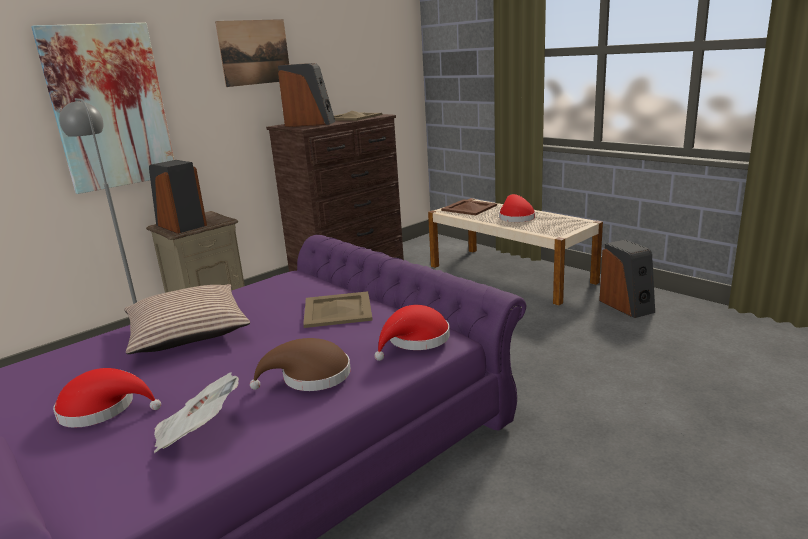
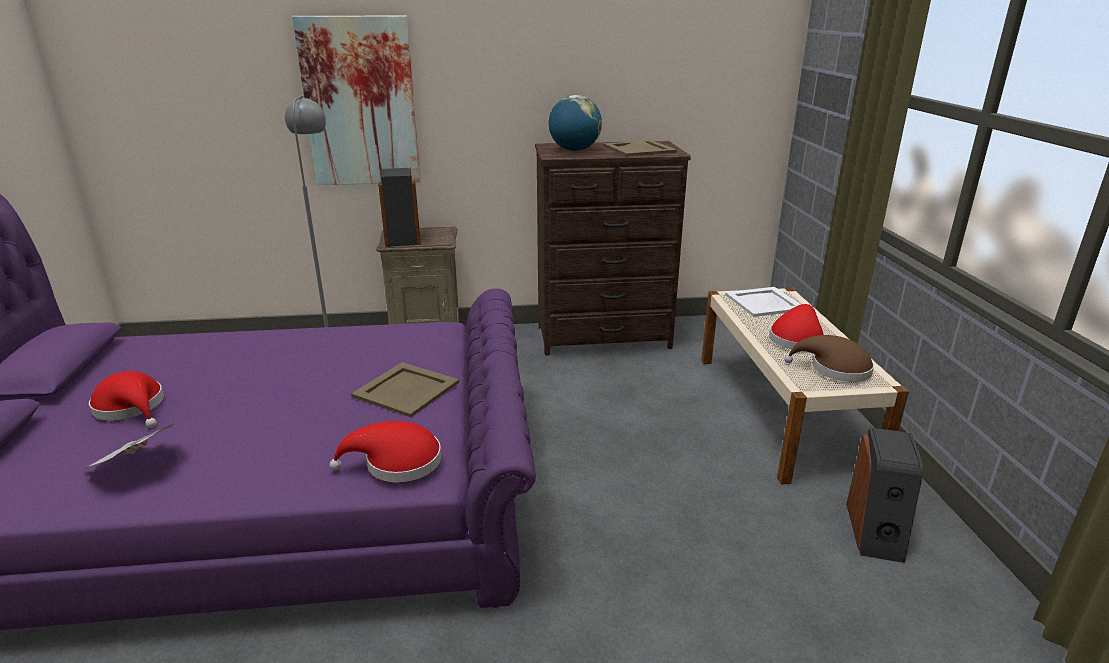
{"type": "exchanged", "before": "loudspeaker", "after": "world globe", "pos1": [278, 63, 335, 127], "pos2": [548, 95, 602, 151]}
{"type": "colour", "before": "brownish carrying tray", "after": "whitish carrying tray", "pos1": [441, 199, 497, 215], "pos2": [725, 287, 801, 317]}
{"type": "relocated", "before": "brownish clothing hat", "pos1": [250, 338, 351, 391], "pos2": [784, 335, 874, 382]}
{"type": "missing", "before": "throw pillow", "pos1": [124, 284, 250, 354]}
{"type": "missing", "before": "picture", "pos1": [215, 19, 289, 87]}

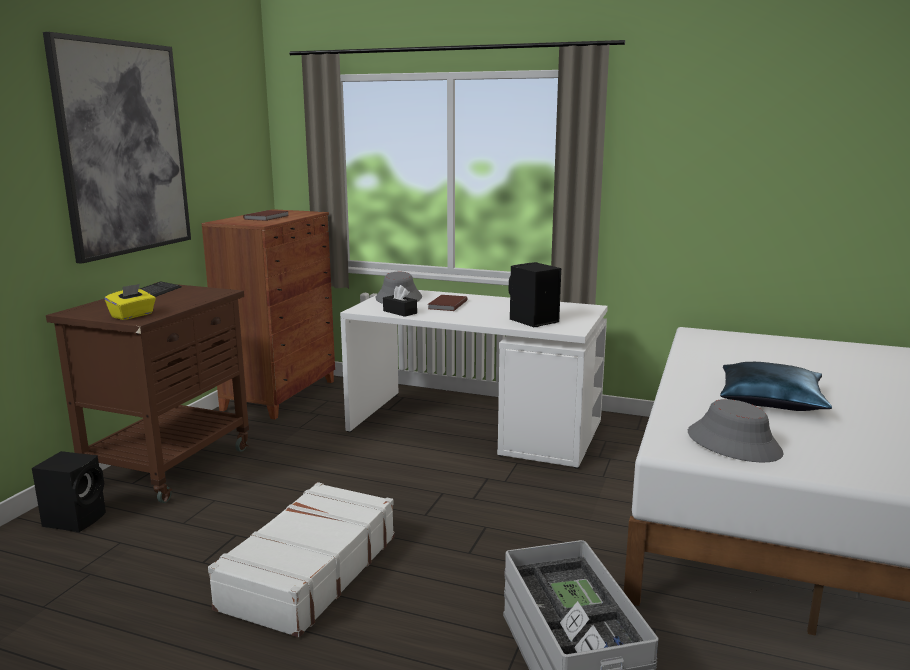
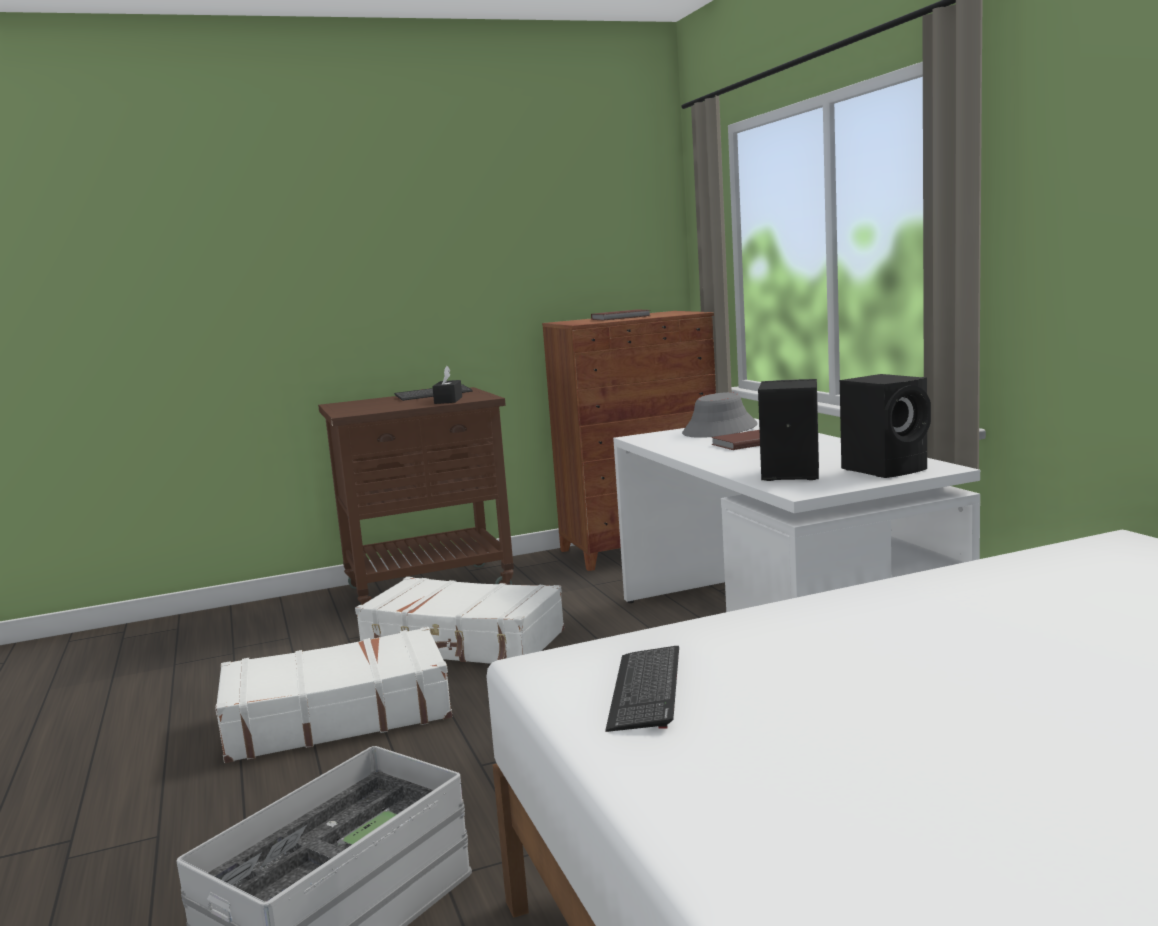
{"type": "appeared", "after": "whitish piece of luggage", "pos2": [355, 577, 565, 664]}
{"type": "relocated", "before": "black-coloured tissue holder", "pos1": [383, 285, 417, 317], "pos2": [432, 366, 462, 404]}
{"type": "exchanged", "before": "gray clothing hat", "after": "keyboard", "pos1": [688, 399, 784, 463], "pos2": [605, 646, 679, 732]}
{"type": "relocated", "before": "black-coloured loudspeaker", "pos1": [32, 451, 106, 532], "pos2": [840, 374, 931, 478]}
{"type": "missing", "before": "picture", "pos1": [43, 32, 191, 264]}
{"type": "missing", "before": "yellowish tissue holder", "pos1": [104, 284, 156, 320]}
{"type": "missing", "before": "bluish throw pillow", "pos1": [720, 362, 832, 411]}

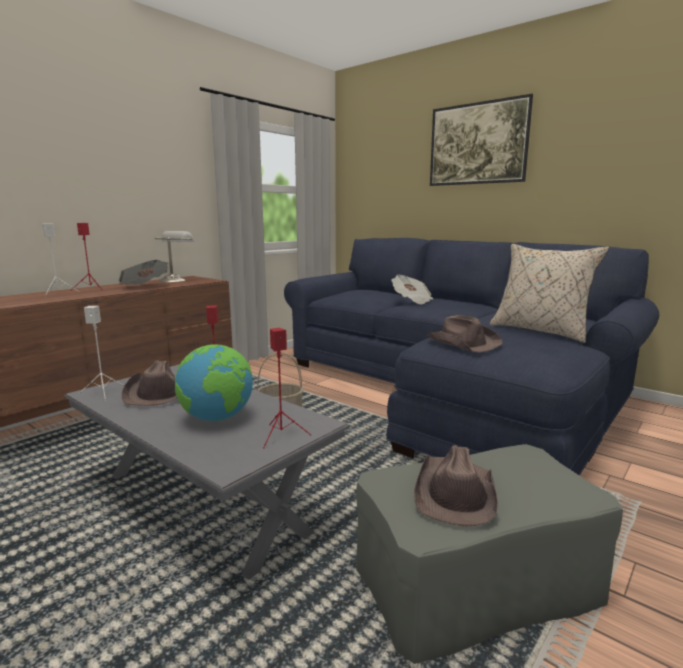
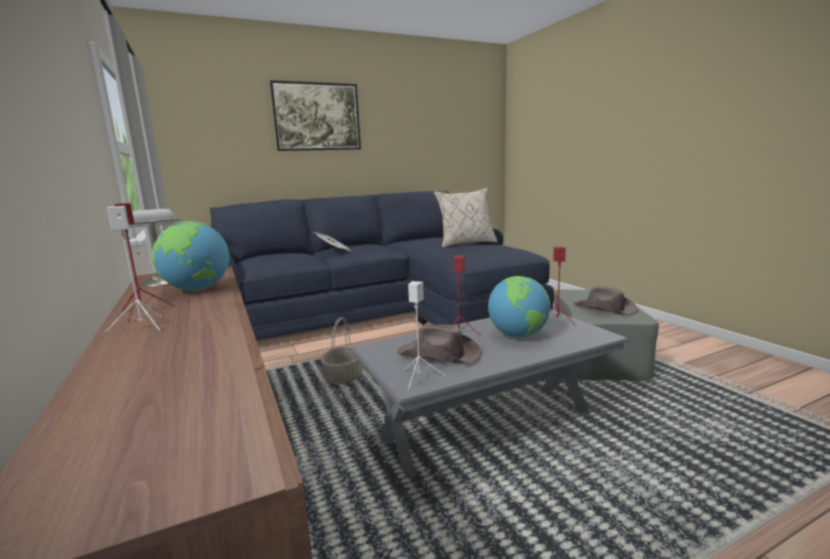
{"type": "exchanged", "before": "printed paper", "after": "world globe", "pos1": [119, 260, 168, 285], "pos2": [152, 221, 229, 291]}
{"type": "missing", "before": "brownish clothing hat", "pos1": [426, 315, 503, 353]}

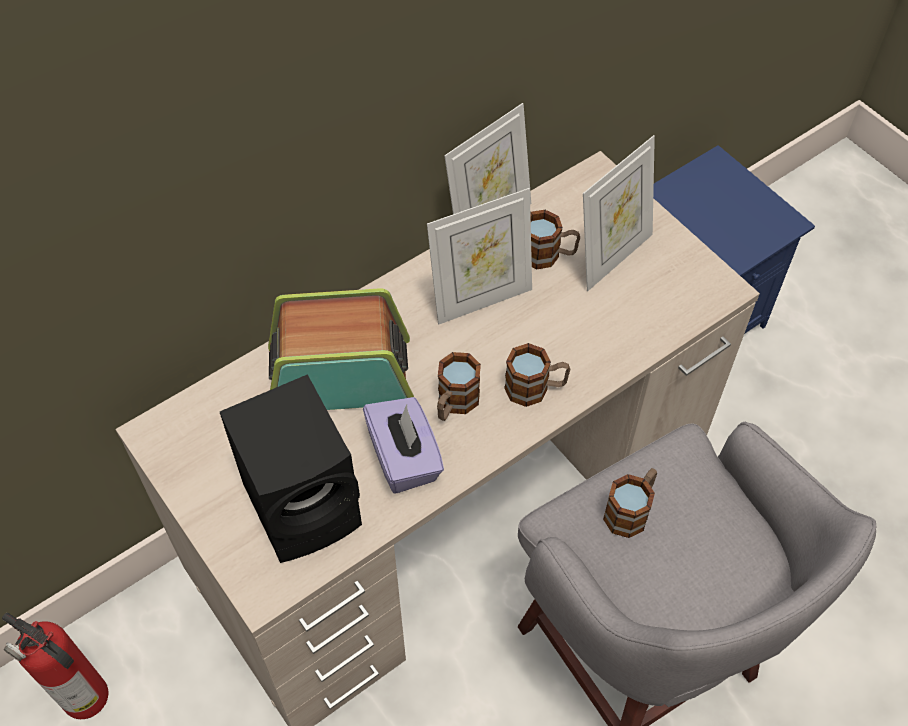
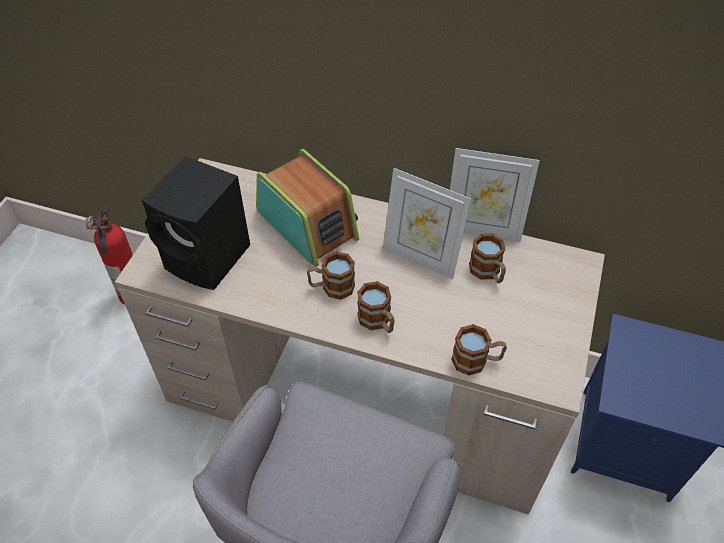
{"type": "relocated", "before": "tea mug", "pos1": [603, 468, 657, 538], "pos2": [452, 324, 507, 375]}
{"type": "missing", "before": "purple-coloured tissue holder", "pos1": [363, 397, 444, 494]}
{"type": "missing", "before": "photo frame", "pos1": [583, 135, 655, 291]}

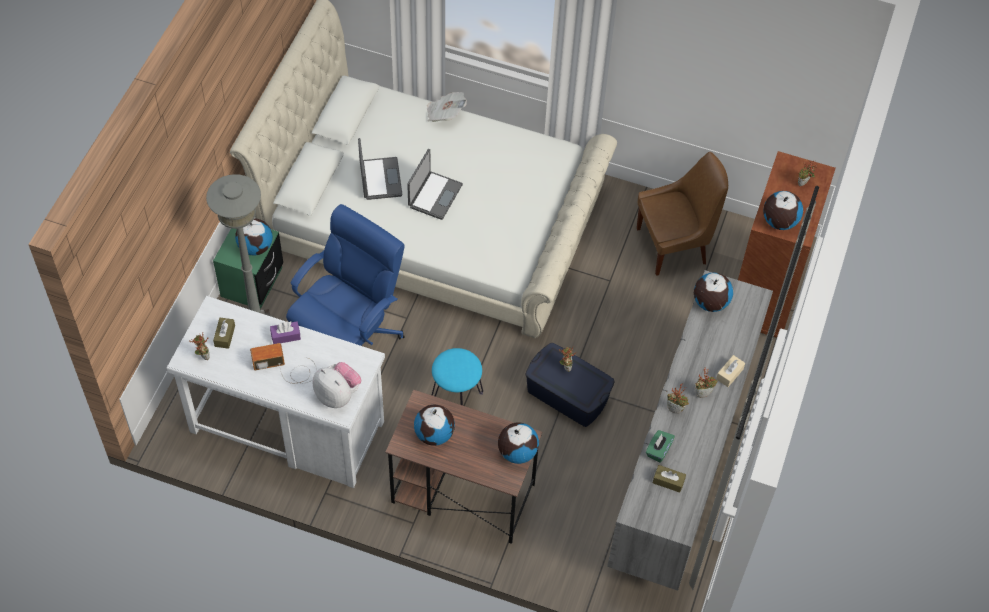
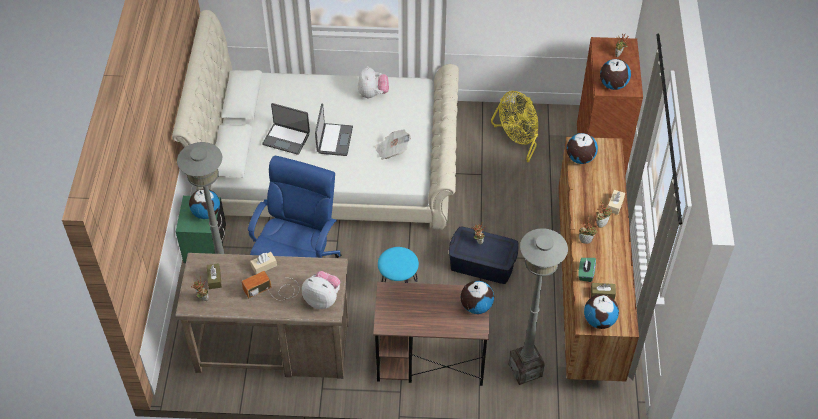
{"type": "colour", "before": "whitish desk table", "after": "brownish desk table", "pos1": [167, 296, 385, 488], "pos2": [175, 253, 349, 379]}
{"type": "colour", "before": "purple-coloured tissue holder", "after": "beige tissue holder", "pos1": [270, 321, 301, 344], "pos2": [250, 252, 277, 274]}
{"type": "spun", "before": "laptop", "pos1": [358, 138, 402, 200], "pos2": [262, 103, 310, 155], "turn": 135}
{"type": "appeared", "after": "soft toy", "pos2": [358, 66, 389, 99]}
{"type": "relocated", "before": "printed paper", "pos1": [427, 92, 467, 122], "pos2": [375, 129, 411, 160]}
{"type": "exchanged", "before": "brownish upright chair", "after": "yellowish electric fan", "pos1": [637, 152, 728, 276], "pos2": [491, 91, 538, 163]}
{"type": "appeared", "after": "gray standard lamp", "pos2": [508, 228, 568, 385]}
{"type": "colour", "before": "gray cupboard", "after": "brownish cupboard", "pos1": [607, 270, 773, 591], "pos2": [559, 137, 639, 381]}
{"type": "relocated", "before": "world globe", "pos1": [414, 405, 455, 446], "pos2": [584, 294, 619, 329]}

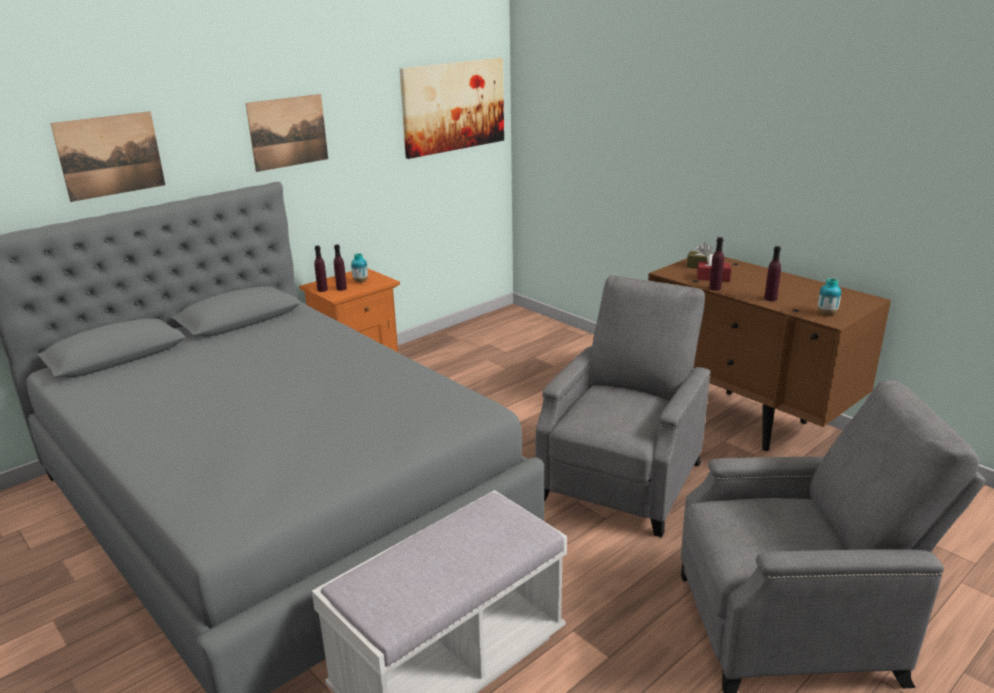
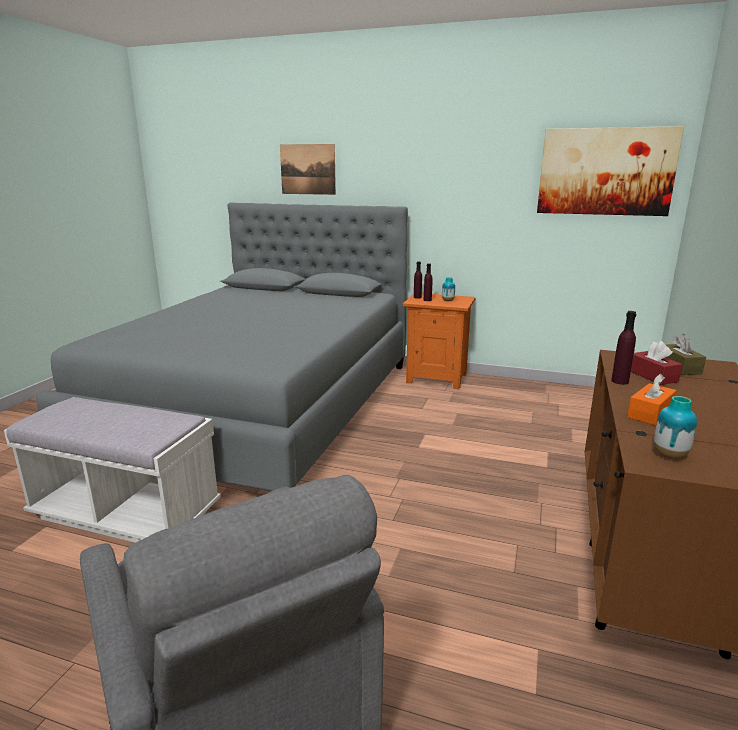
{"type": "exchanged", "before": "purple-coloured drink bottle", "after": "orange tissue holder", "pos1": [764, 246, 781, 301], "pos2": [627, 374, 677, 425]}
{"type": "missing", "before": "picture", "pos1": [246, 94, 328, 172]}
{"type": "missing", "before": "gray armchair", "pos1": [535, 275, 711, 537]}

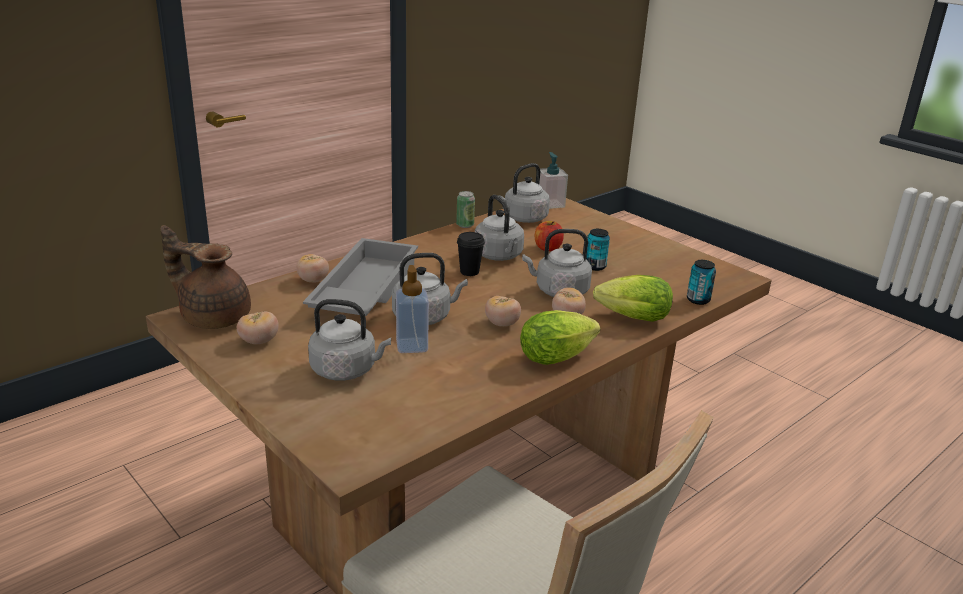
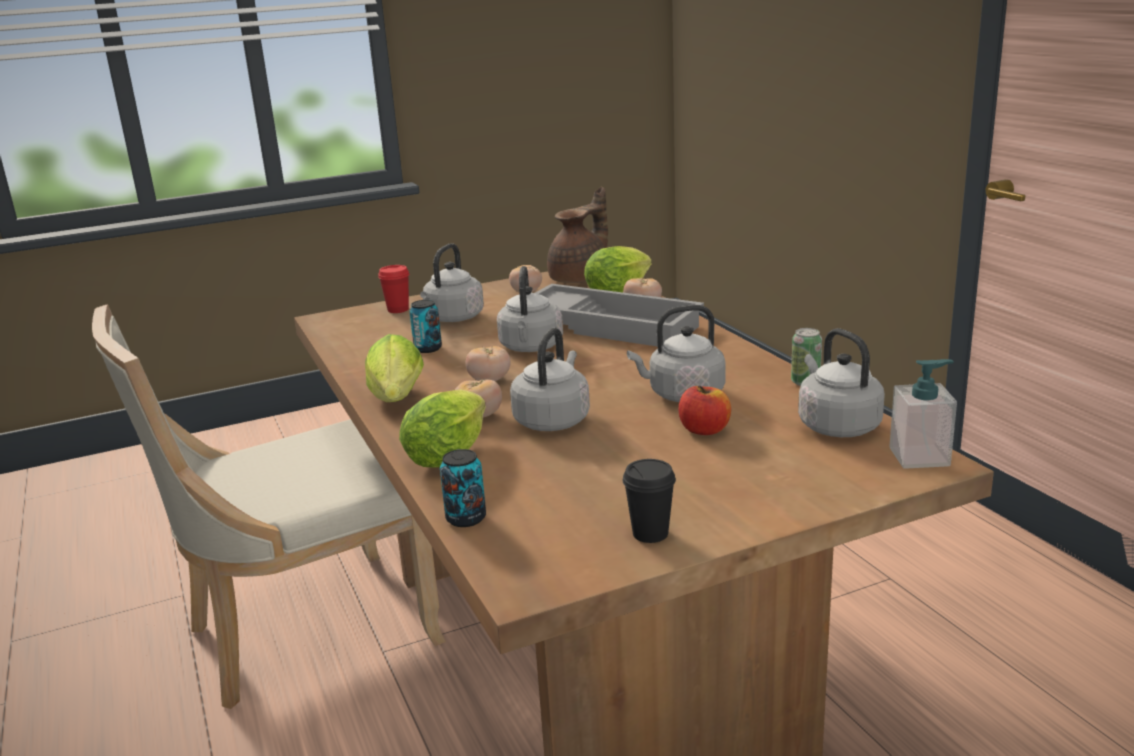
{"type": "appeared", "after": "red small cup", "pos2": [378, 265, 409, 313]}
{"type": "relocated", "before": "can", "pos1": [586, 229, 610, 271], "pos2": [409, 300, 442, 353]}
{"type": "appeared", "after": "lettuce", "pos2": [584, 246, 652, 292]}
{"type": "relocated", "before": "black-coloured small cup", "pos1": [457, 232, 485, 276], "pos2": [623, 459, 676, 543]}
{"type": "missing", "before": "soap bottle", "pos1": [396, 265, 429, 353]}

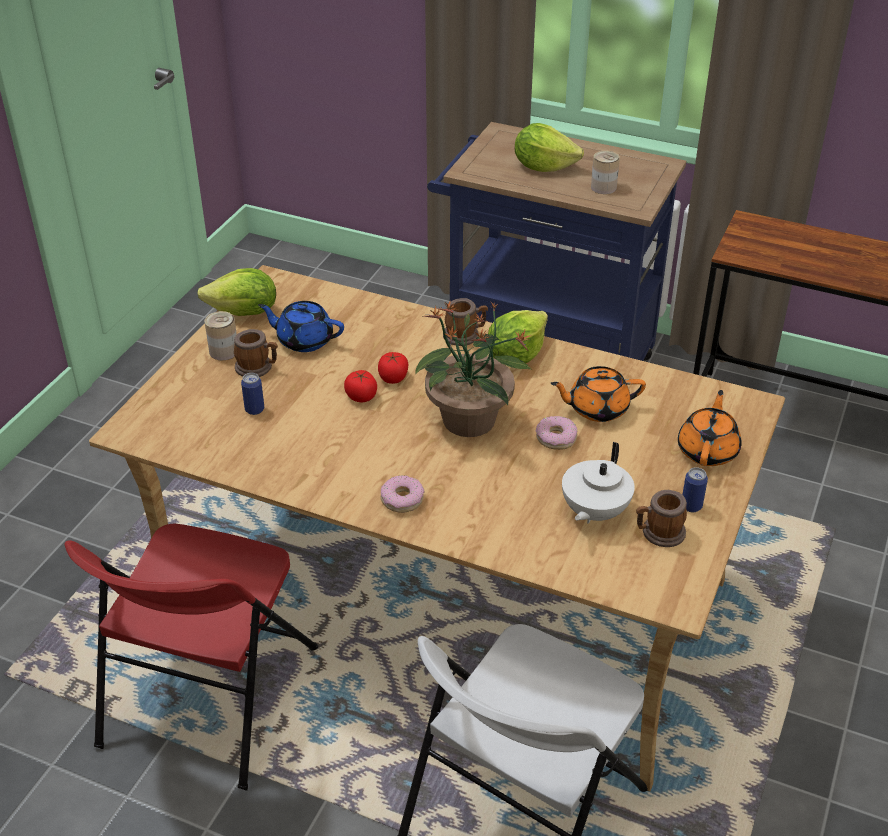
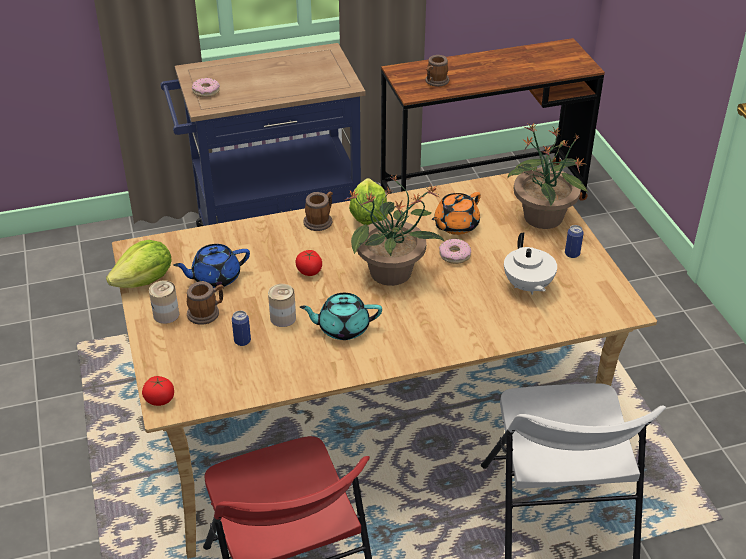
{"type": "relocated", "before": "fresh tomato", "pos1": [344, 370, 377, 402], "pos2": [142, 376, 174, 406]}
{"type": "relocated", "before": "donut", "pos1": [381, 475, 424, 513], "pos2": [192, 78, 220, 97]}
{"type": "relocated", "before": "can", "pos1": [591, 151, 620, 194], "pos2": [268, 284, 296, 327]}
{"type": "appeared", "after": "turquoise-coloured teapot", "pos2": [300, 293, 382, 340]}
{"type": "relocated", "before": "tea mug", "pos1": [636, 490, 687, 547], "pos2": [425, 55, 449, 87]}
{"type": "exchanged", "before": "orange teapot", "after": "potted plant", "pos1": [678, 390, 742, 466], "pos2": [507, 122, 588, 229]}
{"type": "missing", "before": "lettuce", "pos1": [515, 123, 584, 172]}

